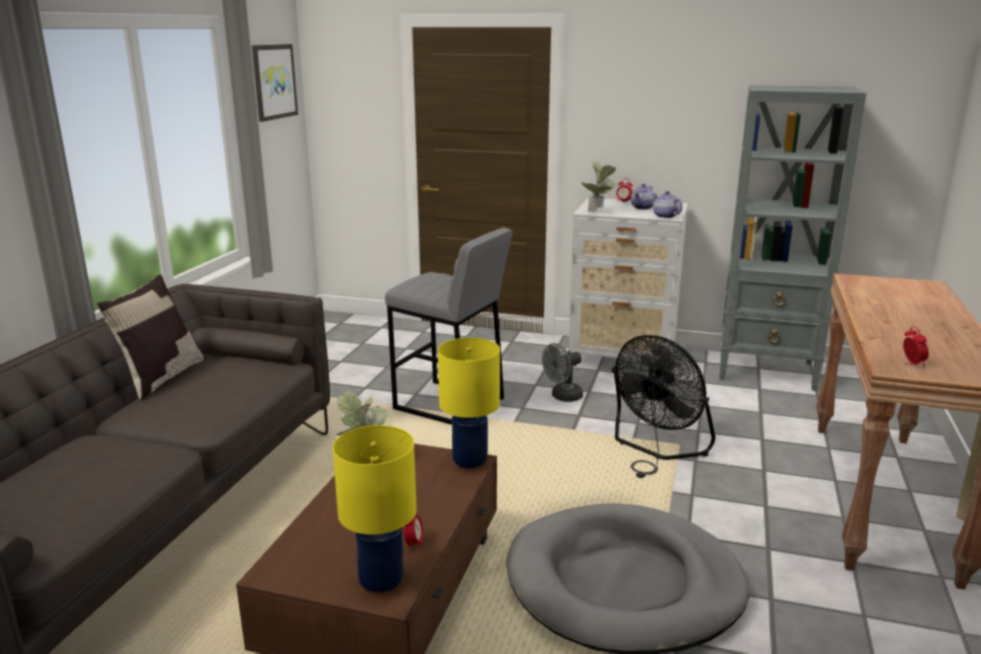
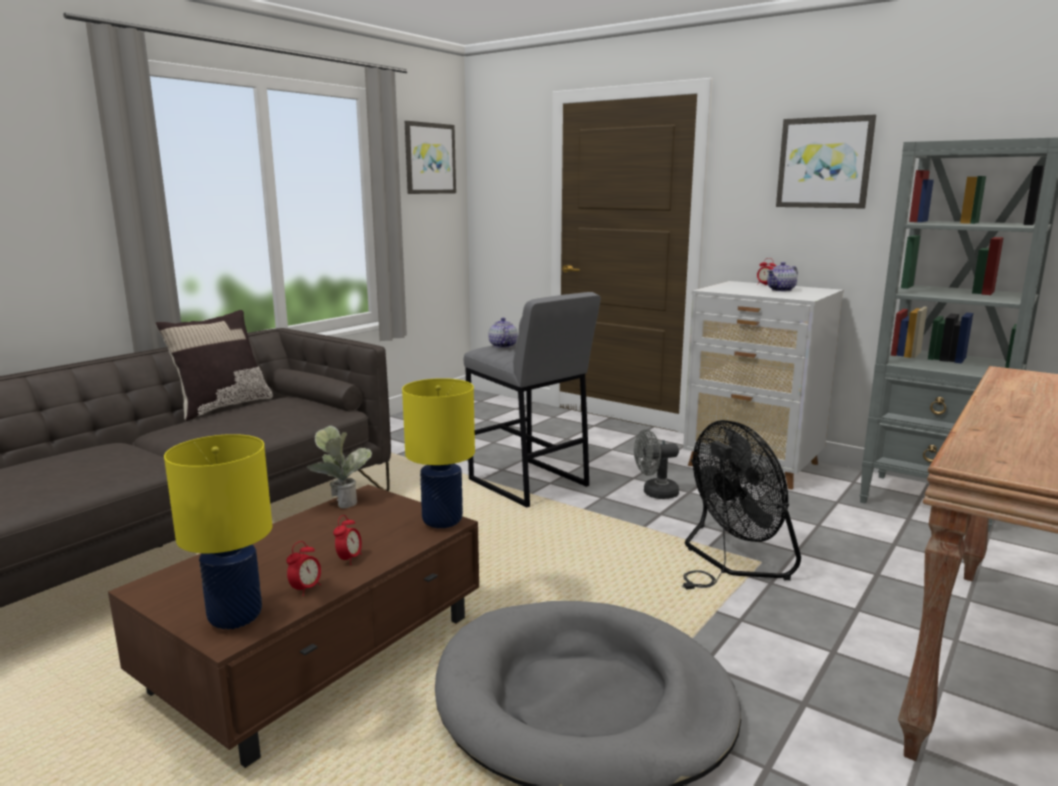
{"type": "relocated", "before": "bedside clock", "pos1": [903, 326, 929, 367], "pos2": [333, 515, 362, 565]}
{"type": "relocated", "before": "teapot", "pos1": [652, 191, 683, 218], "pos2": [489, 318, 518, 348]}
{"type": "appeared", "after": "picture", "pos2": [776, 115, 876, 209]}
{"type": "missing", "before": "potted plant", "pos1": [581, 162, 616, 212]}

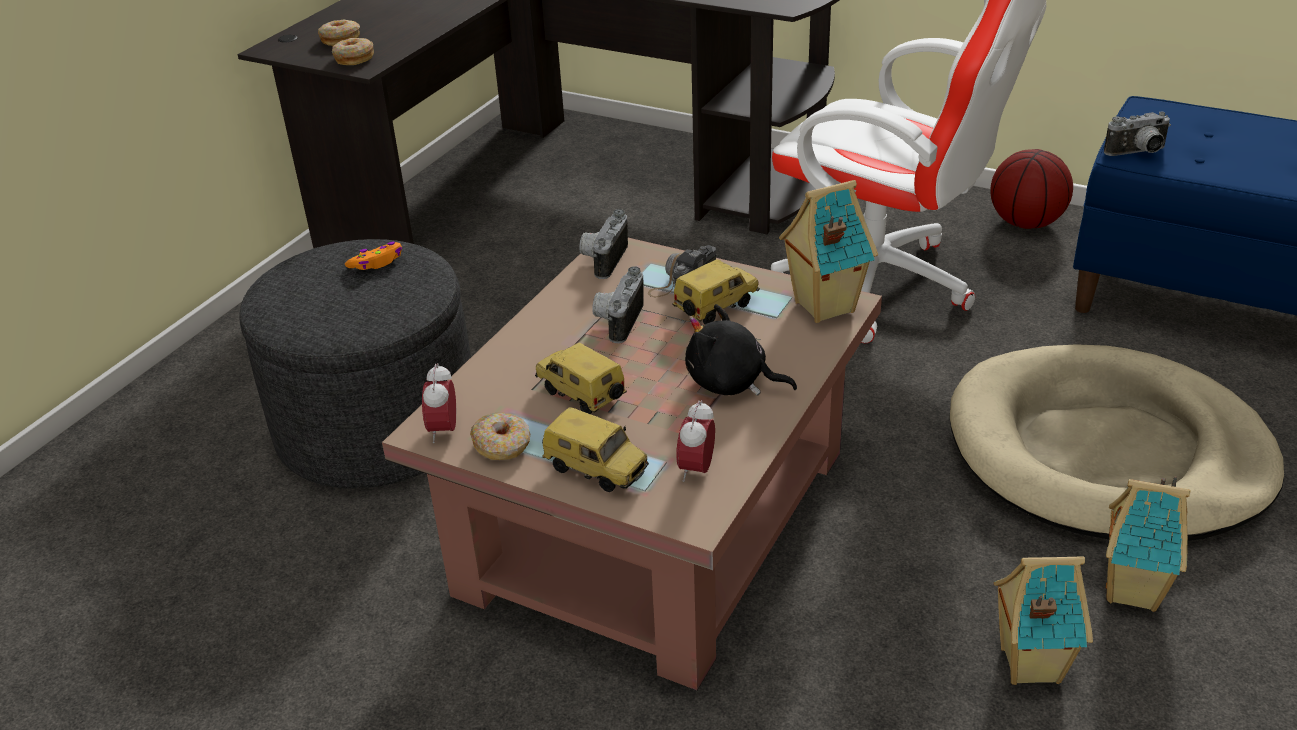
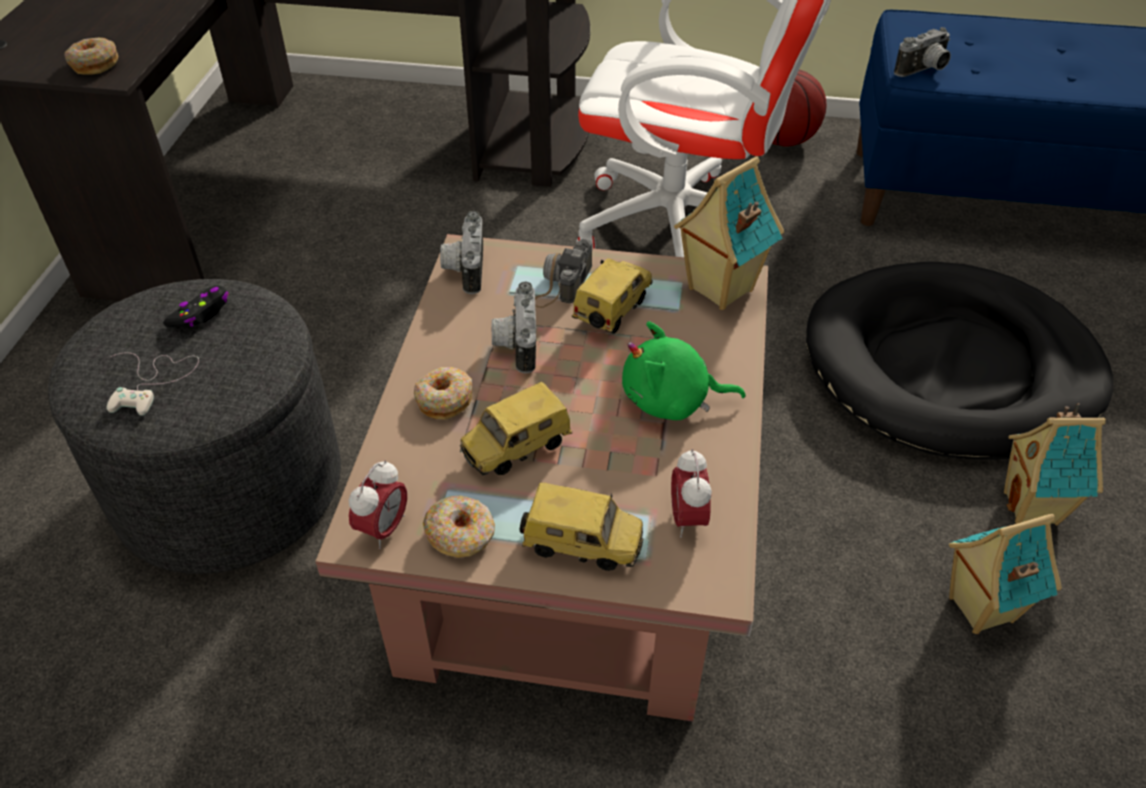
{"type": "appeared", "after": "whitish game controller", "pos2": [106, 353, 199, 416]}
{"type": "colour", "before": "orange game controller", "after": "black-coloured game controller", "pos1": [345, 241, 402, 270], "pos2": [163, 285, 228, 328]}
{"type": "spun", "before": "bedside clock", "pos1": [422, 363, 456, 443], "pos2": [349, 460, 407, 549], "turn": -135}
{"type": "relocated", "before": "donut", "pos1": [318, 19, 360, 46], "pos2": [414, 367, 472, 420]}
{"type": "spun", "before": "model car", "pos1": [535, 343, 627, 414], "pos2": [460, 382, 572, 475], "turn": -60}
{"type": "colour", "before": "black-coloured soft toy", "after": "greenish soft toy", "pos1": [685, 304, 797, 396], "pos2": [622, 321, 745, 420]}
{"type": "colour", "before": "beige dog bed", "after": "black-coloured dog bed", "pos1": [950, 344, 1284, 541], "pos2": [806, 262, 1113, 460]}

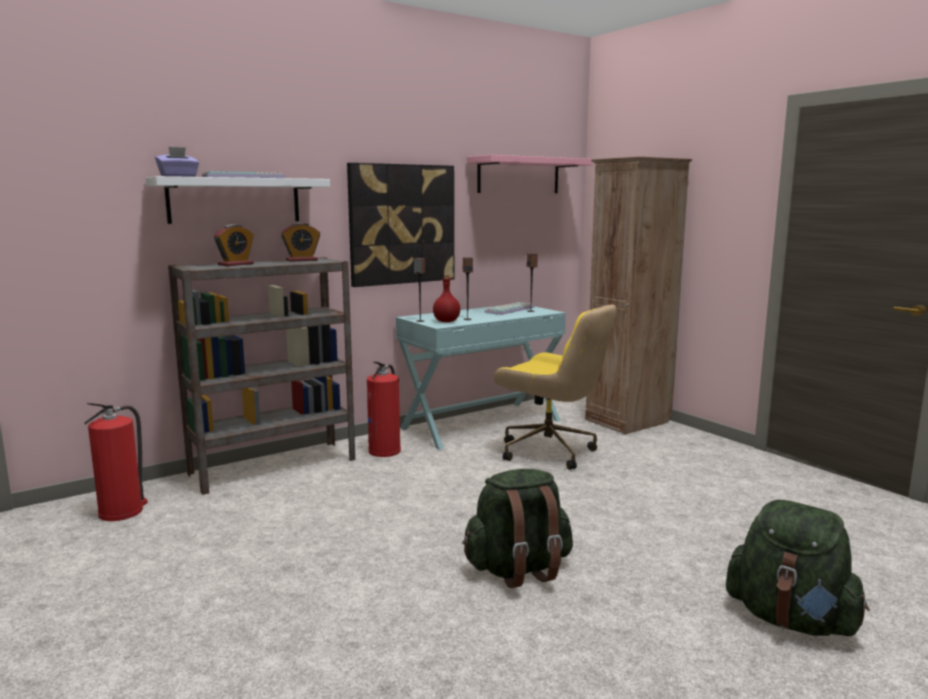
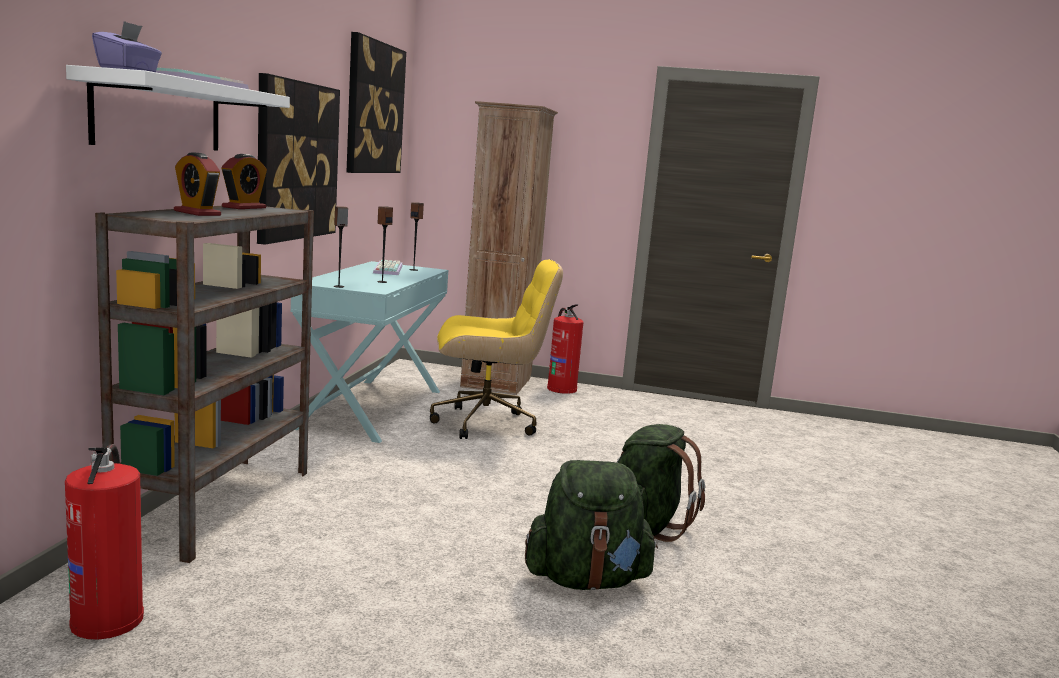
{"type": "spun", "before": "bedside clock", "pos1": [214, 224, 254, 266], "pos2": [174, 152, 221, 216], "turn": 135}
{"type": "exchanged", "before": "pink-coloured bracket shelf", "after": "picture", "pos1": [467, 155, 593, 193], "pos2": [347, 32, 406, 173]}
{"type": "relocated", "before": "greenish backpack", "pos1": [726, 500, 869, 636], "pos2": [525, 460, 658, 590]}
{"type": "relocated", "before": "extinguisher", "pos1": [367, 362, 401, 457], "pos2": [547, 304, 583, 394]}
{"type": "missing", "before": "red drink bottle", "pos1": [433, 275, 460, 322]}

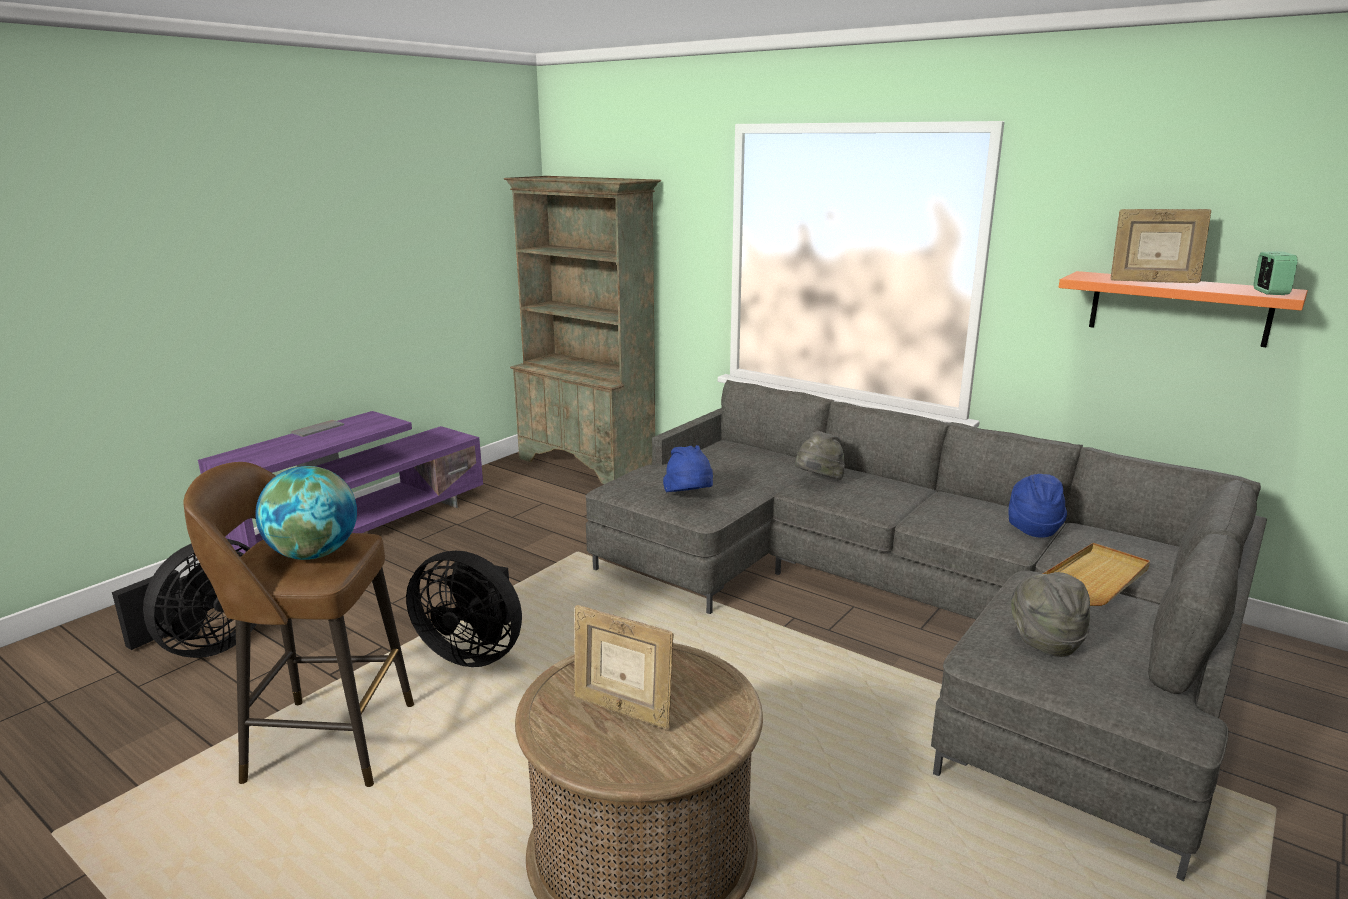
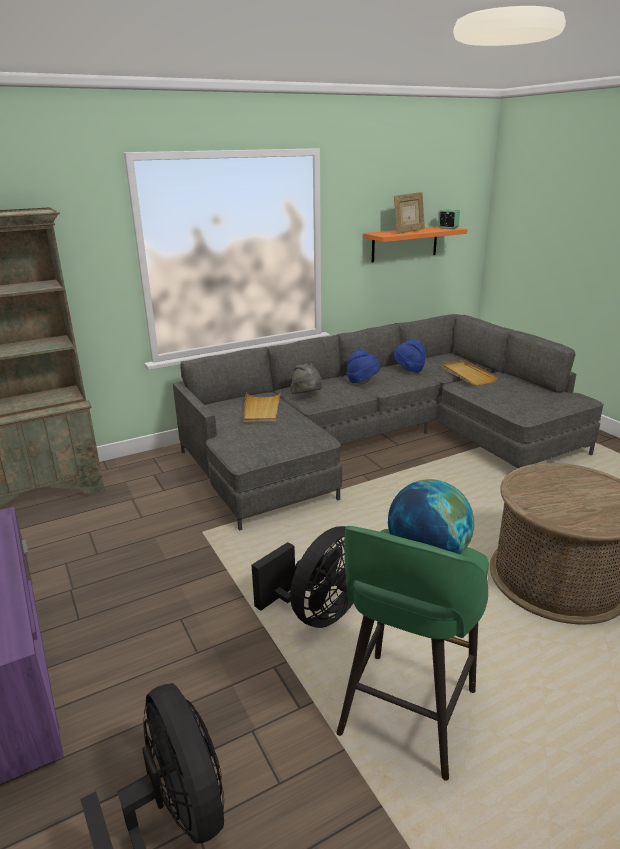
{"type": "appeared", "after": "beige carrying tray", "pos2": [243, 392, 281, 423]}
{"type": "colour", "before": "brownish sitting stool", "after": "greenish sitting stool", "pos1": [183, 462, 414, 787], "pos2": [336, 526, 489, 781]}
{"type": "relocated", "before": "bluish clothing hat", "pos1": [663, 445, 713, 492], "pos2": [347, 350, 380, 383]}
{"type": "missing", "before": "photo frame", "pos1": [574, 605, 674, 729]}
{"type": "missing", "before": "gray clothing hat", "pos1": [1011, 572, 1090, 657]}

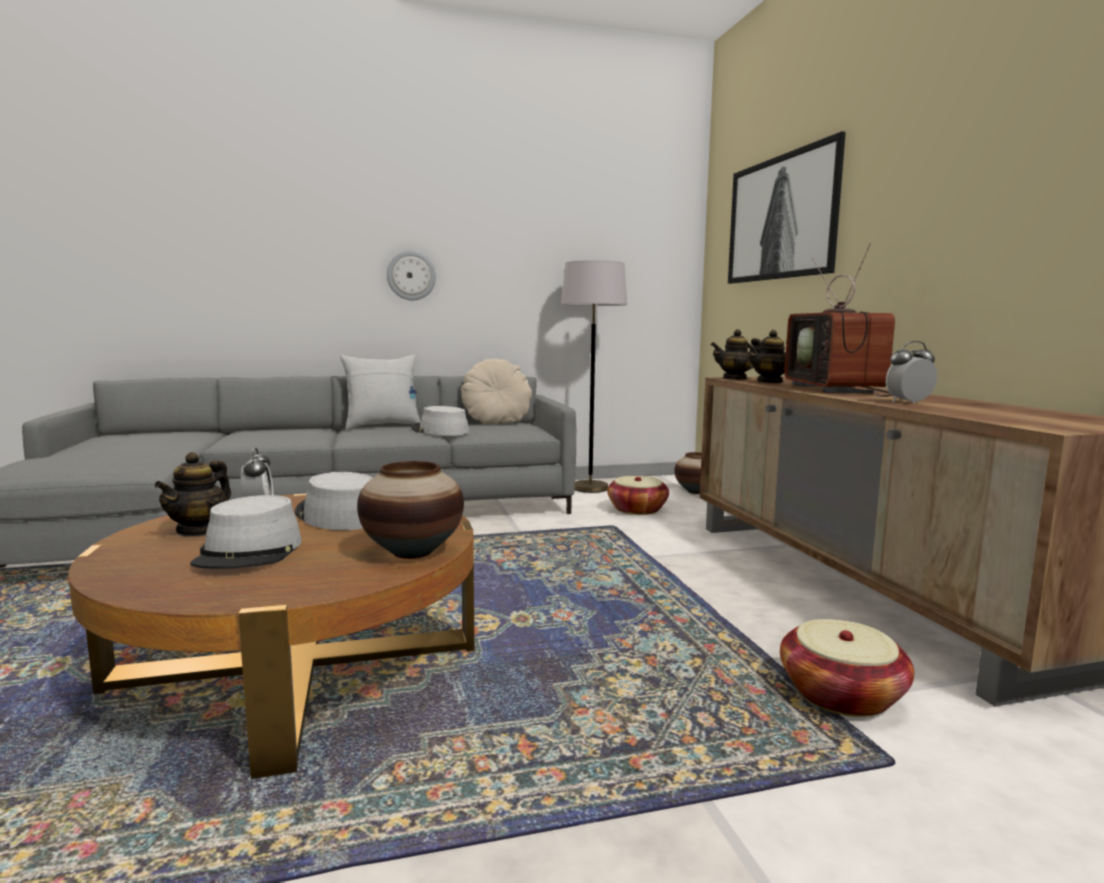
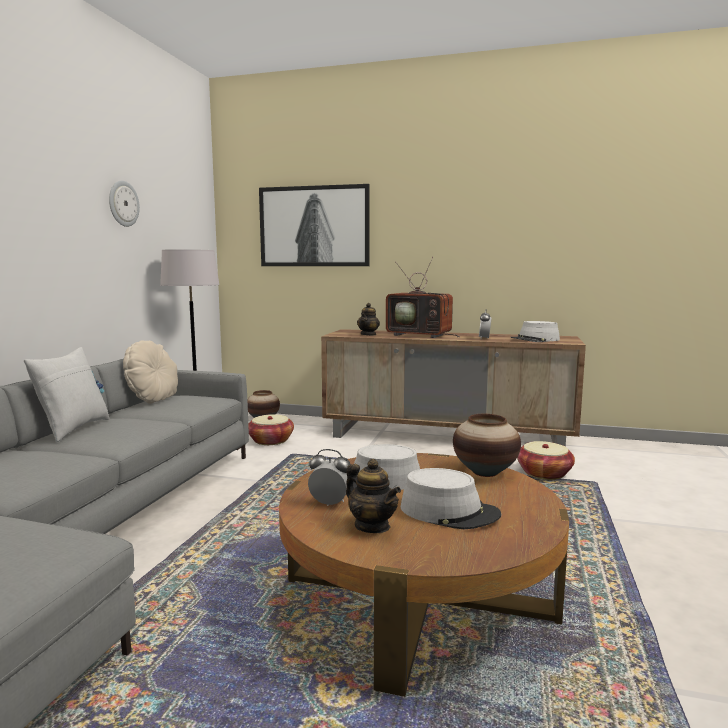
{"type": "relocated", "before": "hanging clock", "pos1": [387, 251, 436, 300], "pos2": [109, 181, 140, 227]}
{"type": "relocated", "before": "gray clothing hat", "pos1": [411, 406, 469, 436], "pos2": [510, 321, 560, 342]}
{"type": "missing", "before": "teapot", "pos1": [711, 329, 761, 380]}

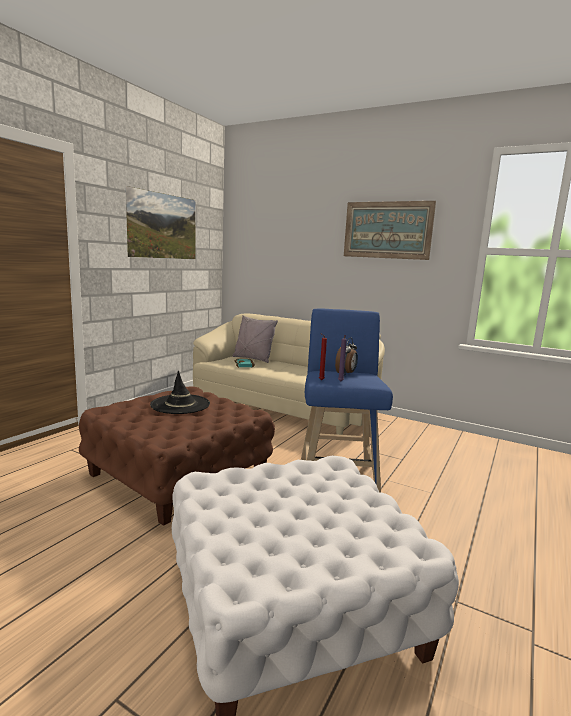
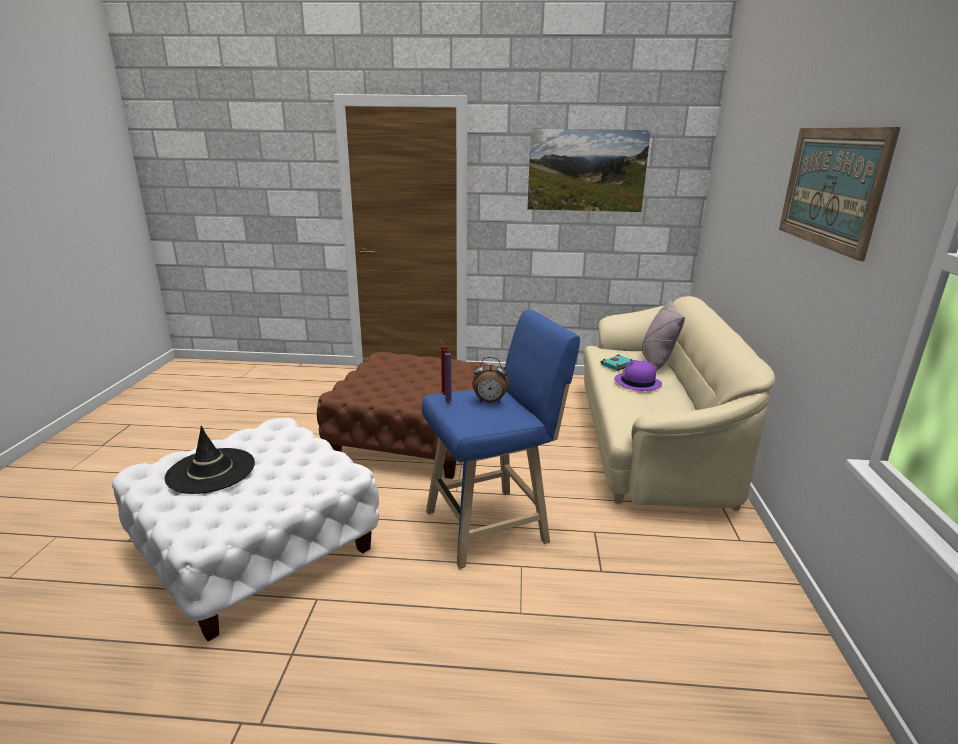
{"type": "relocated", "before": "black-coloured clothing hat", "pos1": [150, 371, 210, 414], "pos2": [165, 426, 255, 494]}
{"type": "appeared", "after": "purple-coloured clothing hat", "pos2": [614, 360, 662, 391]}

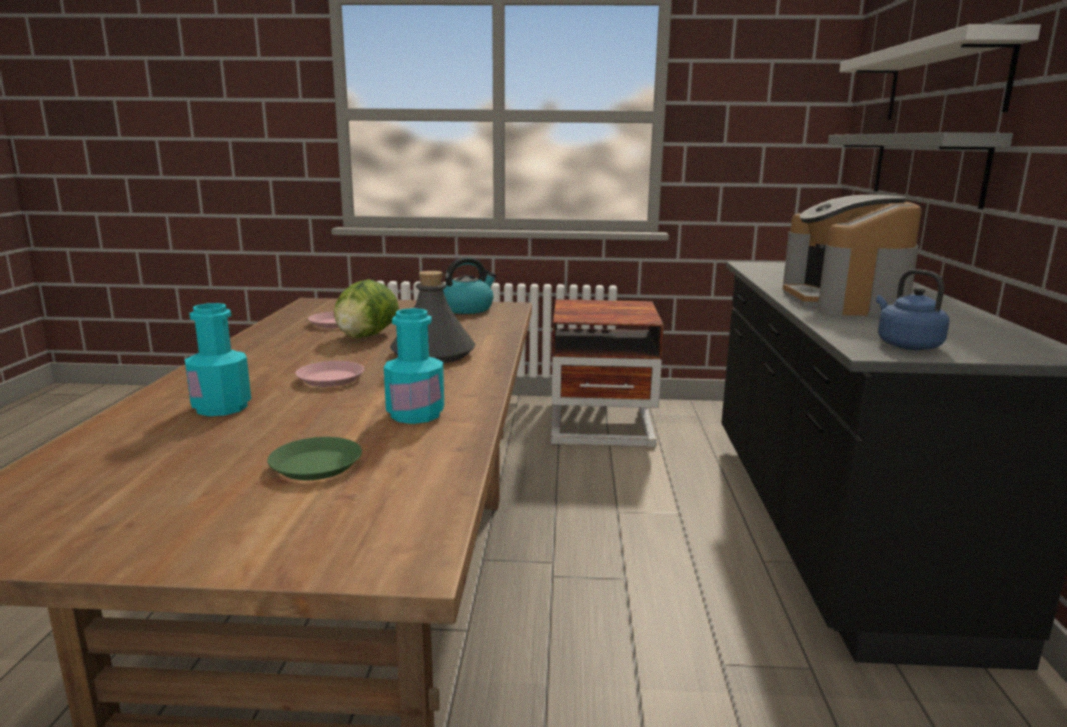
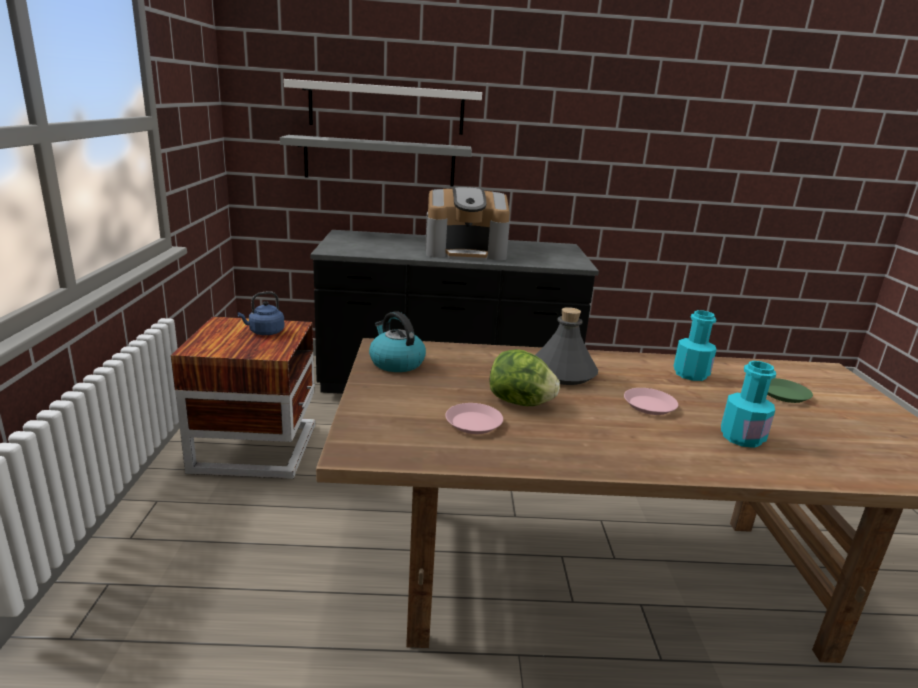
{"type": "relocated", "before": "bluish kettle", "pos1": [876, 269, 950, 350], "pos2": [237, 291, 285, 335]}

